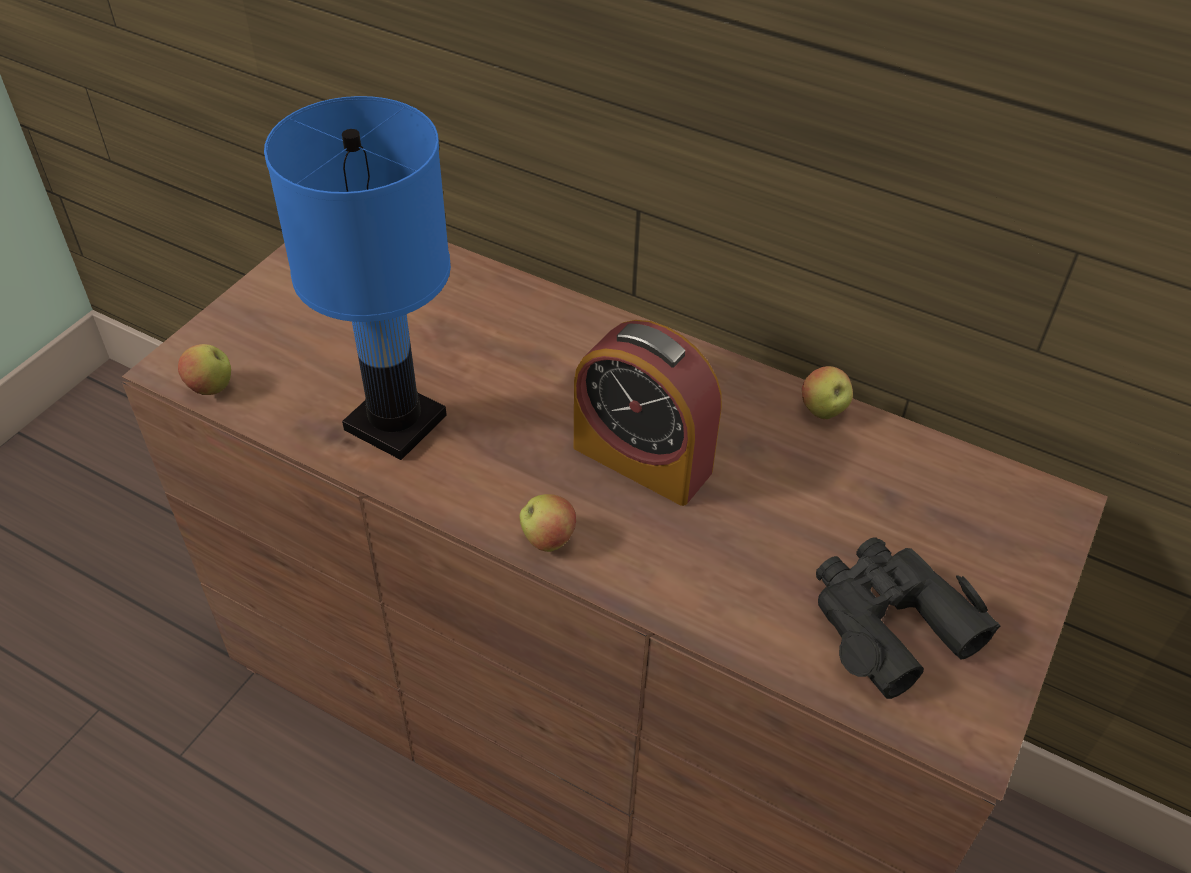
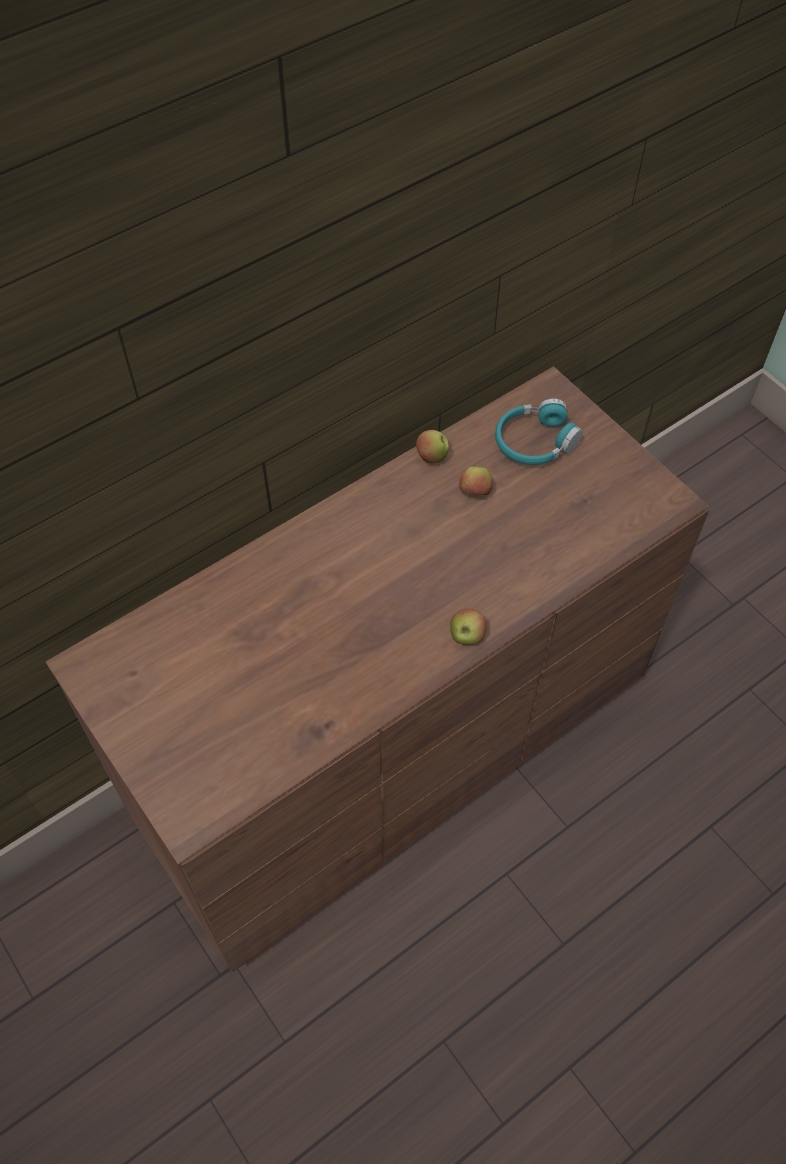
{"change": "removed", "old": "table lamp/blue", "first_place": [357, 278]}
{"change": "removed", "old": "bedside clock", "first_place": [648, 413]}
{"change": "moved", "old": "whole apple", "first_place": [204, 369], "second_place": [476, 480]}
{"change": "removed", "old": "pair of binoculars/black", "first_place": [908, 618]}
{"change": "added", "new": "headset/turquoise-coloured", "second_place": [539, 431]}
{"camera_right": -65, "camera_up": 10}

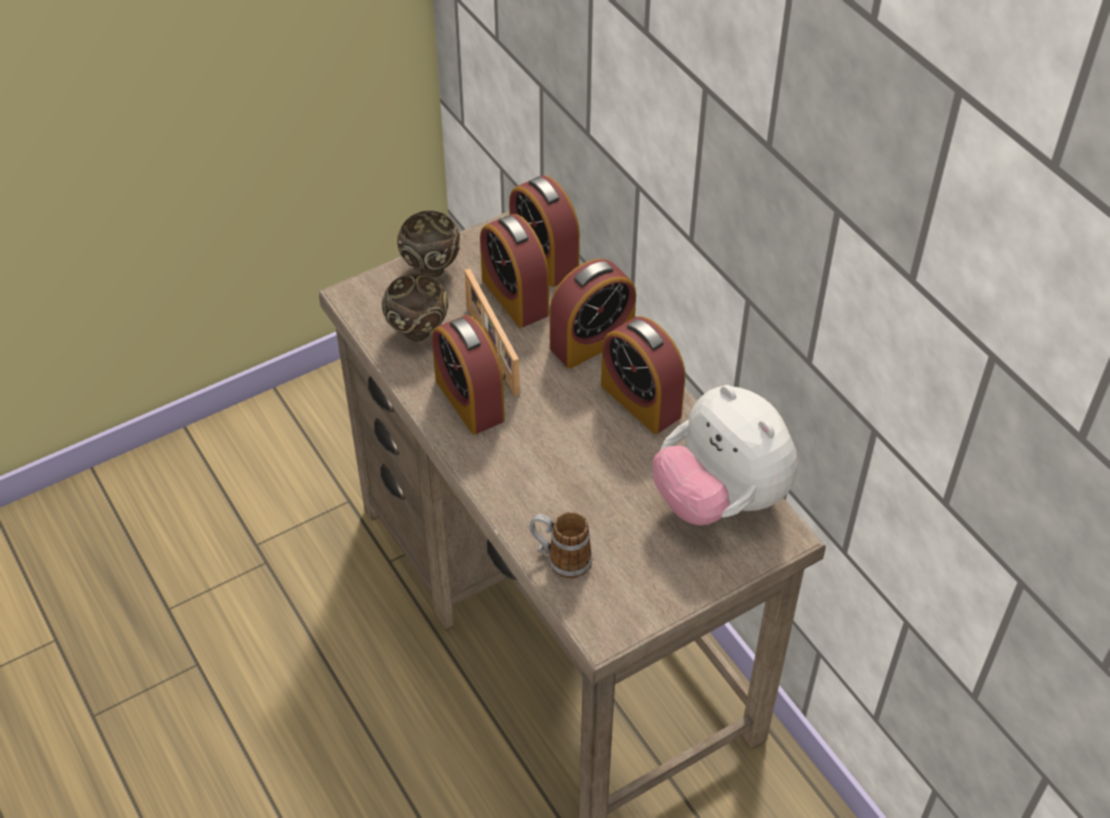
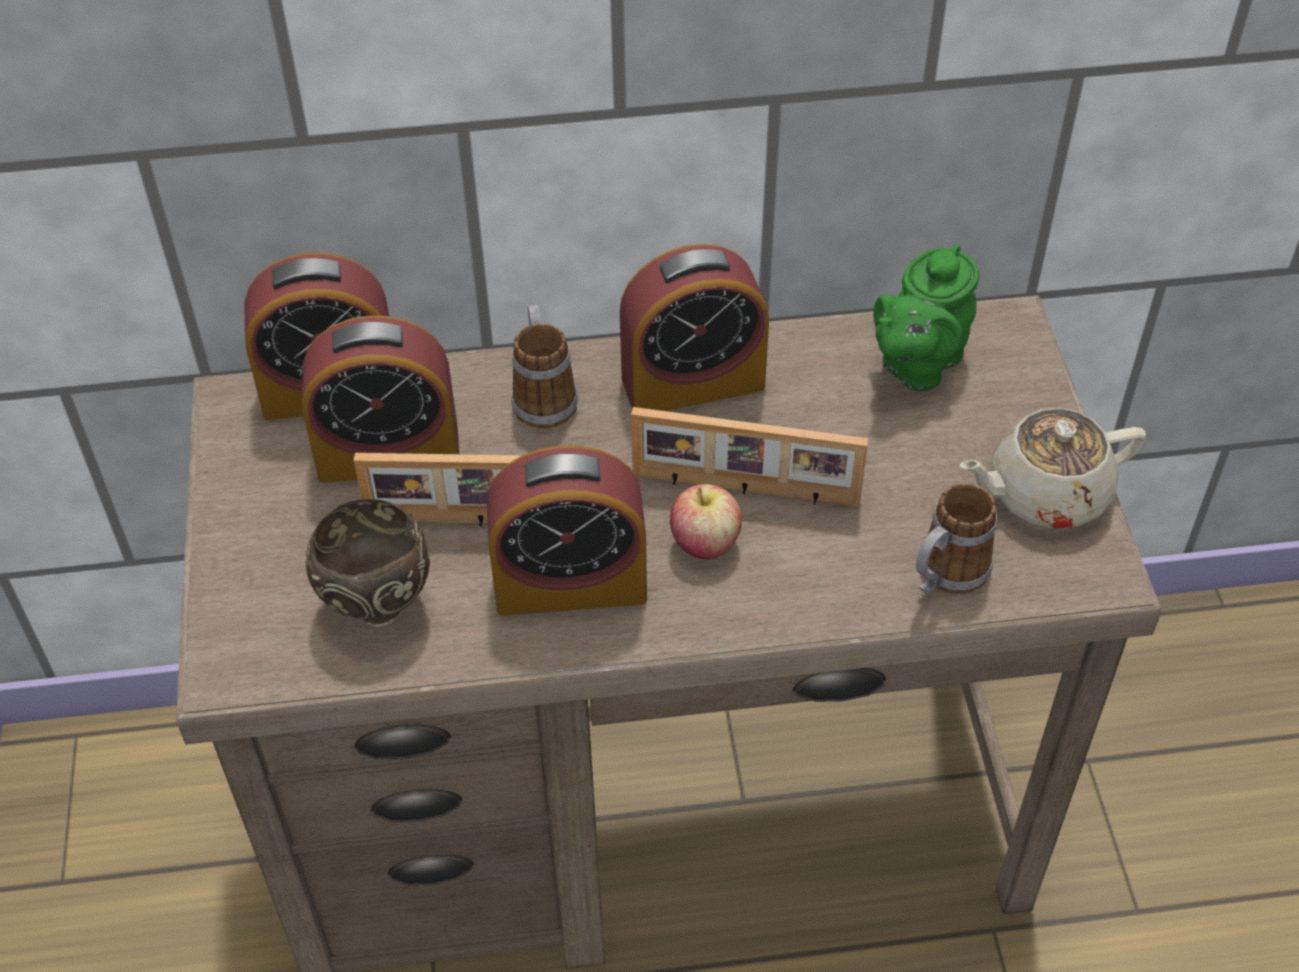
{"change": "removed", "old": "deep dish/brown-coloured", "first_place": [428, 244]}
{"change": "replaced", "old": "bedside clock", "new": "tea mug", "first_place": [593, 314], "second_place": [545, 367]}
{"change": "replaced", "old": "soft toy", "new": "teapot/green-coloured", "first_place": [725, 455], "second_place": [926, 317]}
{"change": "added", "new": "standing frame", "second_place": [749, 457]}
{"change": "added", "new": "teapot/beige-coloured", "second_place": [1053, 468]}
{"change": "added", "new": "whole apple", "second_place": [706, 522]}
{"camera_right": -65, "camera_up": 0}

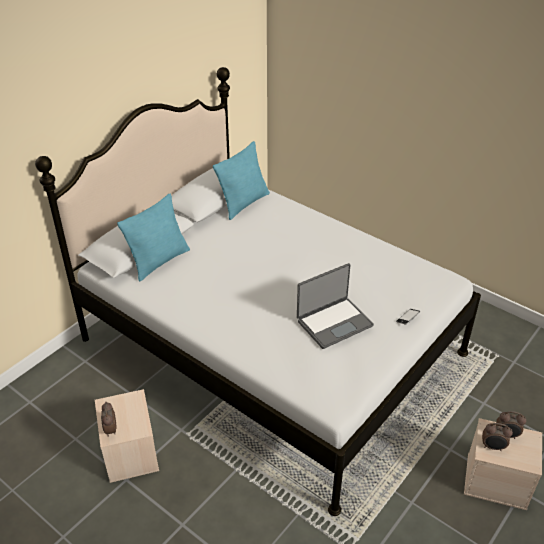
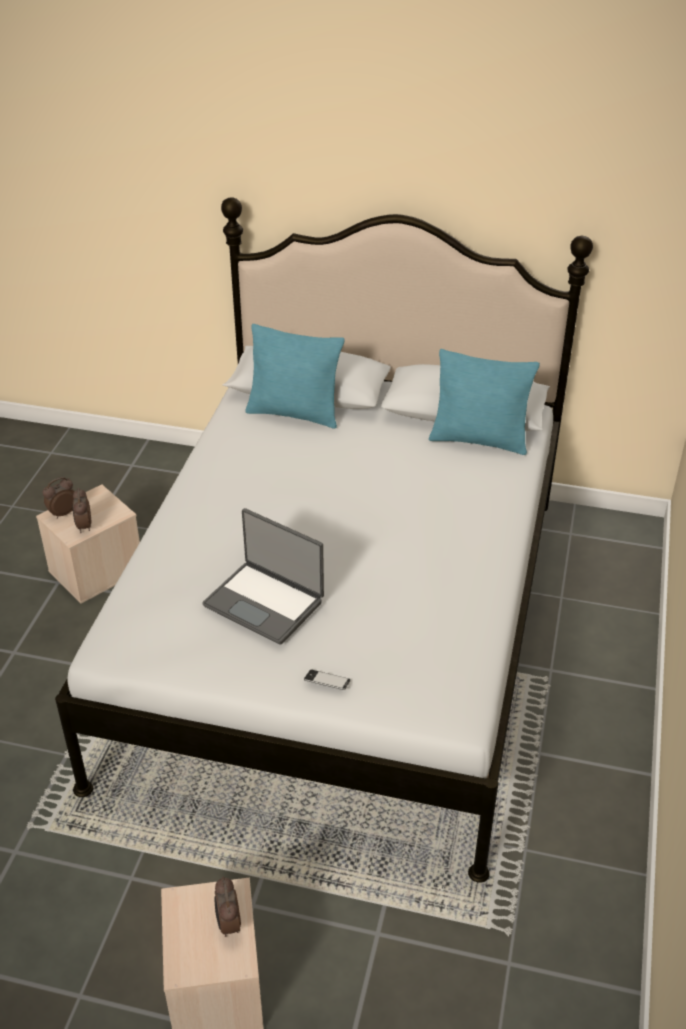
{"change": "moved", "old": "bedside clock", "first_place": [497, 437], "second_place": [82, 510]}
{"camera_right": 65, "camera_up": 0}

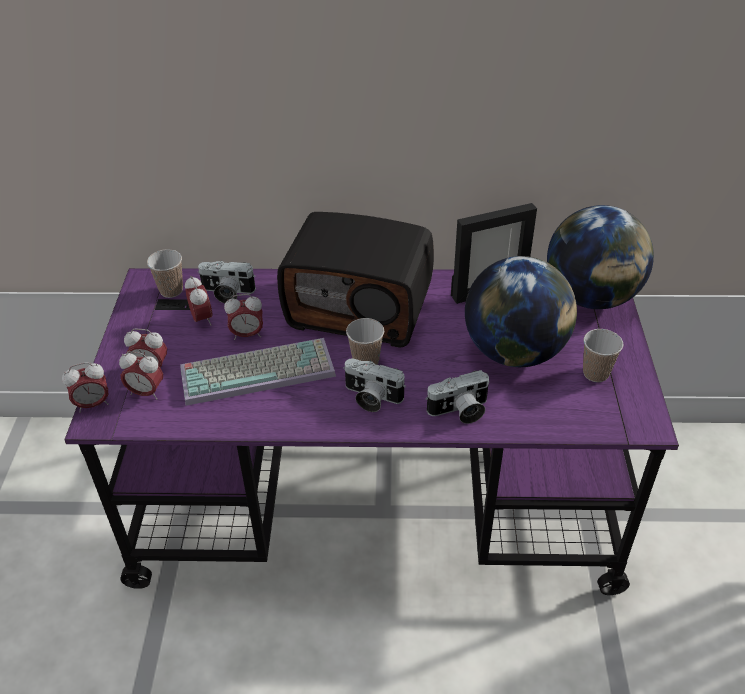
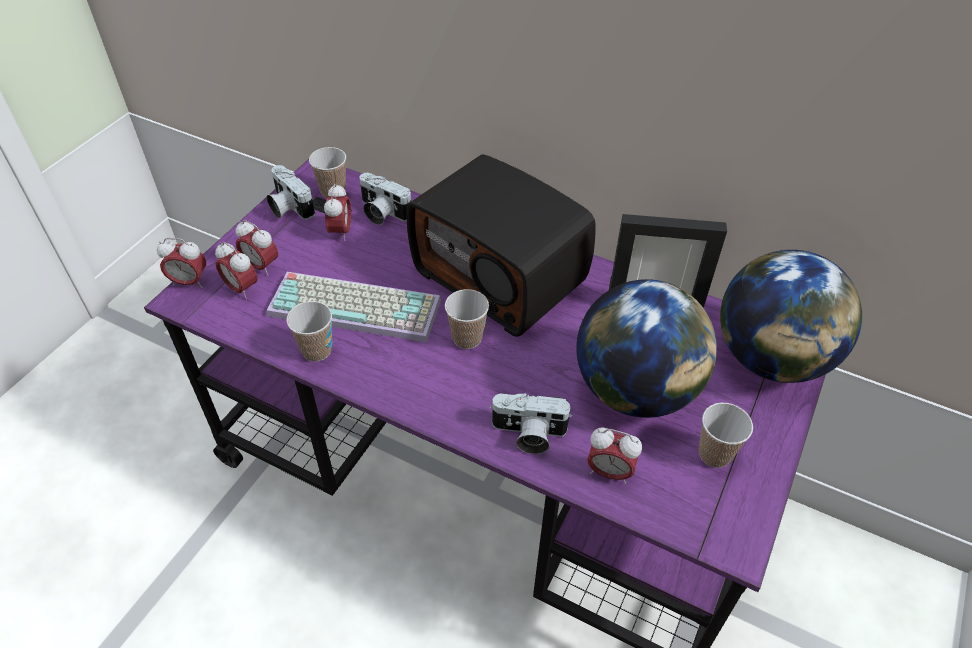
{"change": "moved", "old": "bedside clock", "first_place": [243, 317], "second_place": [614, 455]}
{"change": "moved", "old": "still camera", "first_place": [374, 385], "second_place": [291, 192]}
{"change": "added", "new": "cup", "second_place": [309, 331]}
{"camera_right": 25, "camera_up": 5}

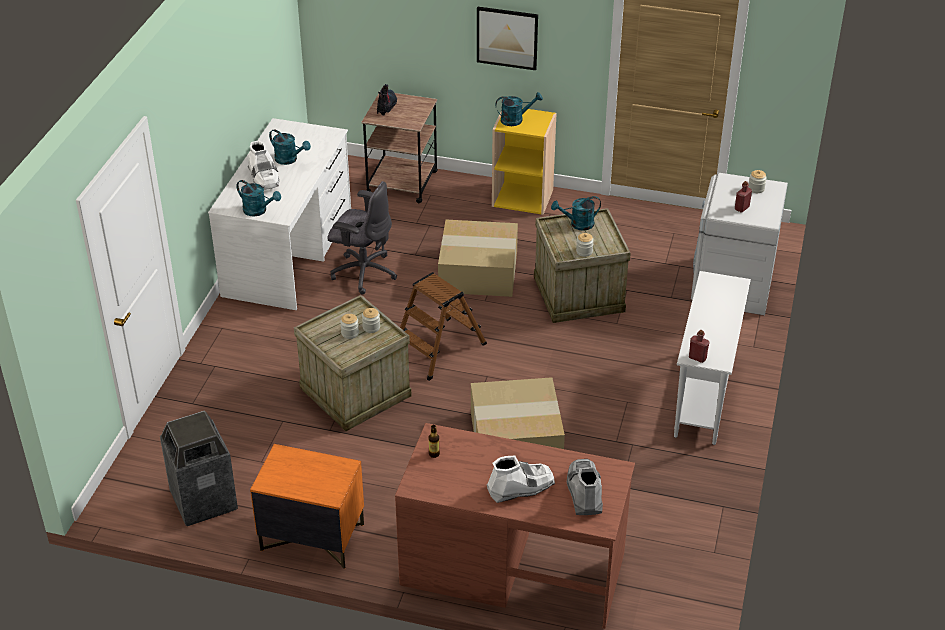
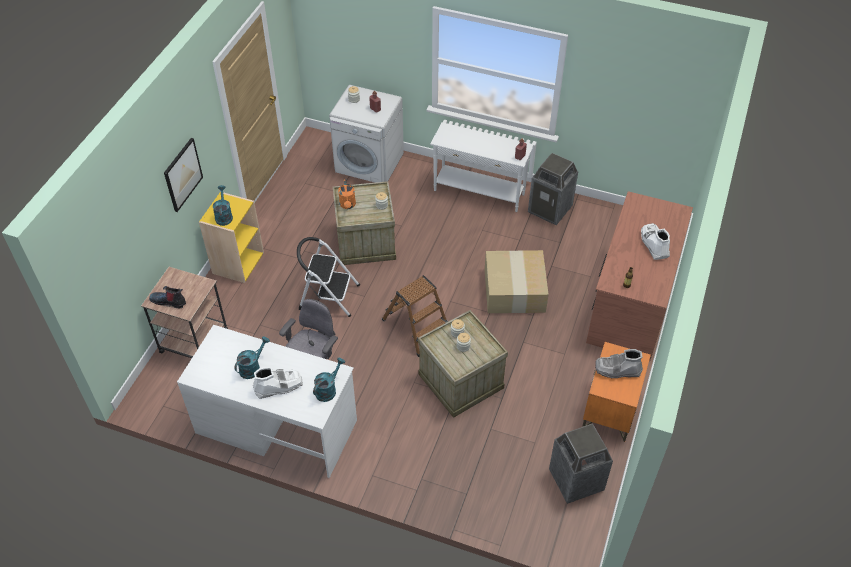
{"change": "recoloured", "old": "watering pot/turquoise-coloured", "new": "watering pot/orangey", "first_place": [576, 213], "second_place": [347, 194]}
{"change": "replaced", "old": "cardboard box", "new": "step stool", "first_place": [478, 258], "second_place": [328, 277]}
{"change": "moved", "old": "high-top boot/grey", "first_place": [585, 487], "second_place": [619, 363]}
{"change": "added", "new": "trash can", "second_place": [553, 189]}
{"camera_right": -85, "camera_up": 10}

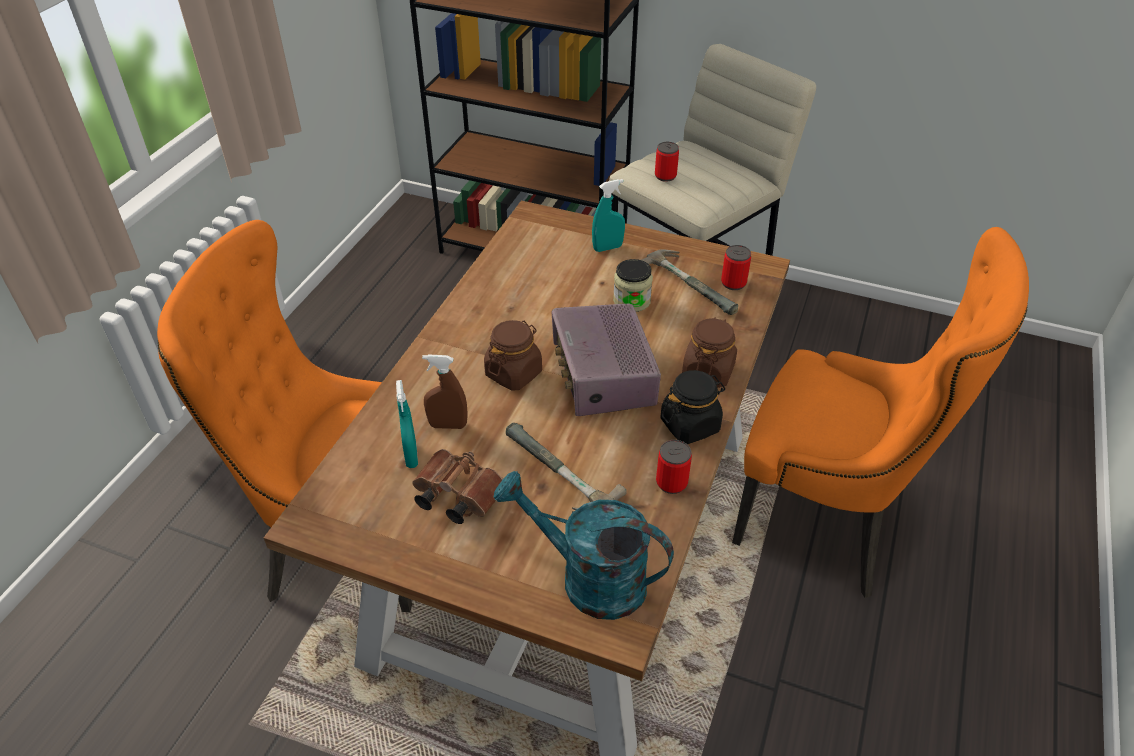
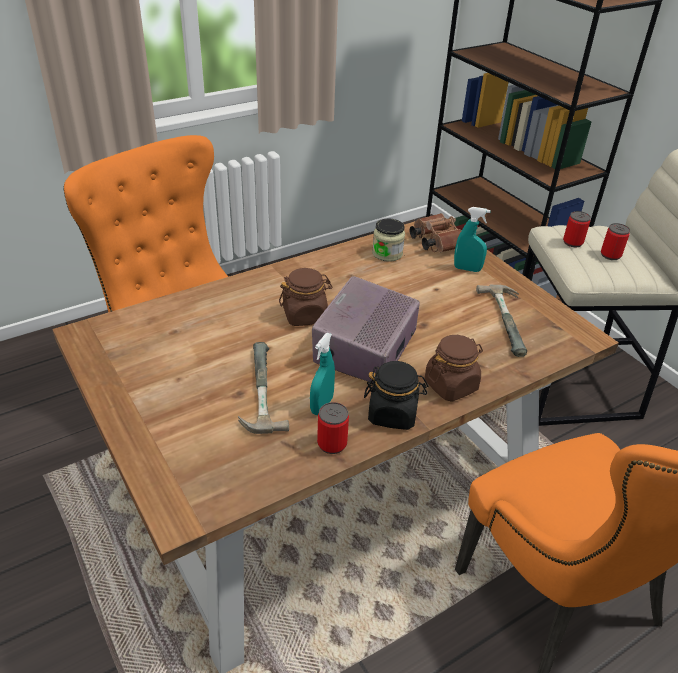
{"change": "moved", "old": "metal can", "first_place": [736, 267], "second_place": [615, 241]}
{"change": "moved", "old": "jar", "first_place": [633, 285], "second_place": [388, 240]}
{"change": "removed", "old": "spray bottle/brown-coloured", "first_place": [445, 391]}
{"change": "moved", "old": "spray bottle/turquoise-coloured", "first_place": [407, 424], "second_place": [322, 374]}
{"change": "moved", "old": "pair of binoculars/brown-coloured", "first_place": [458, 486], "second_place": [436, 232]}
{"change": "removed", "old": "watering pot/turquoise-coloured", "first_place": [583, 545]}
{"camera_right": 35, "camera_up": -5}

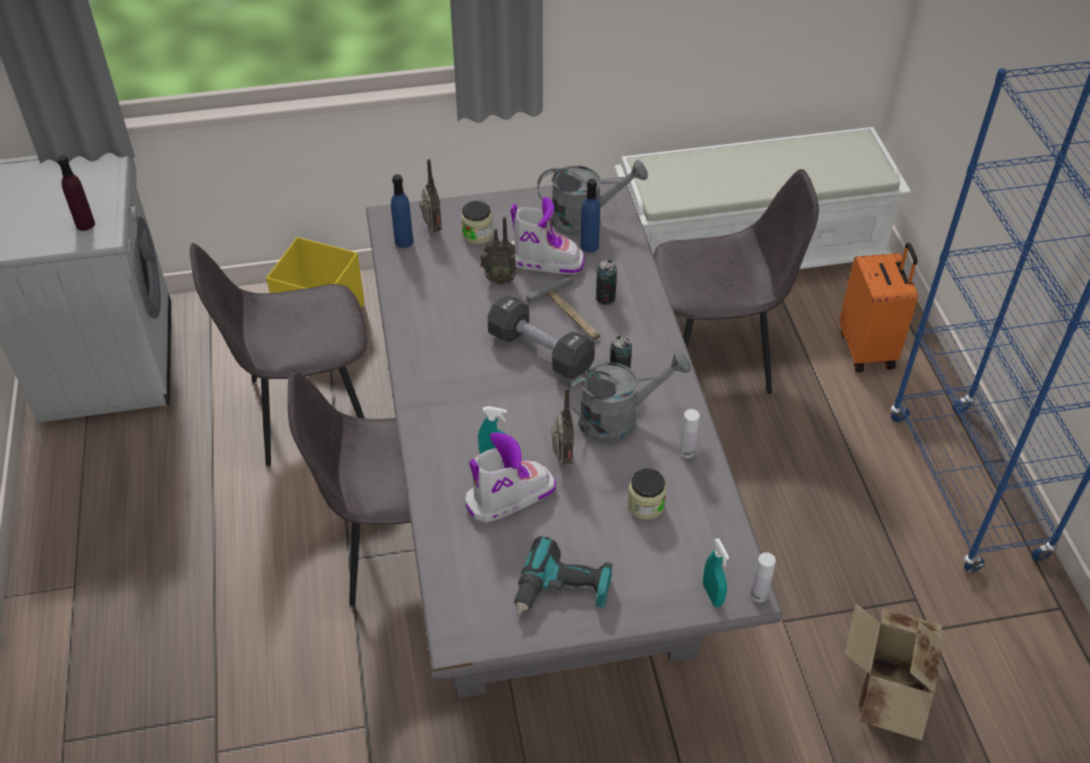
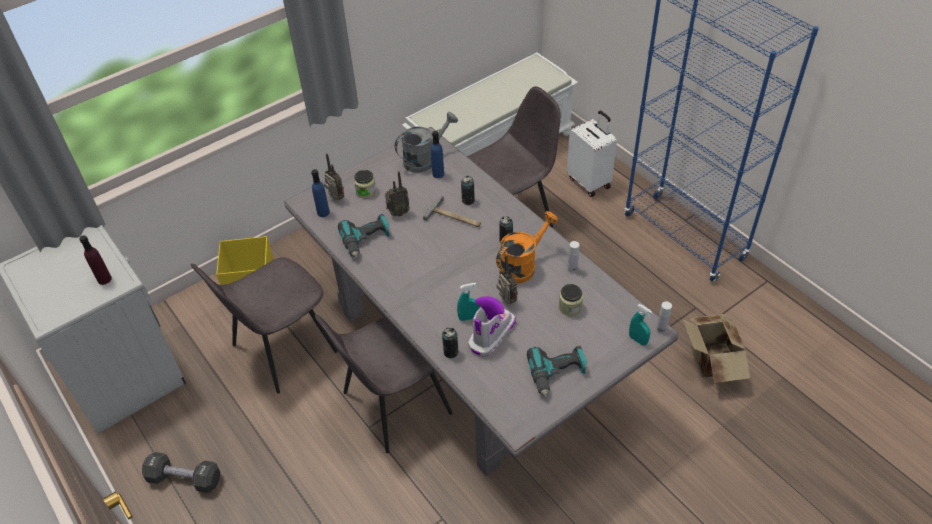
{"change": "removed", "old": "high-top boot", "first_place": [547, 235]}
{"change": "recoloured", "old": "suitcase/orangey", "new": "suitcase/white", "first_place": [879, 307], "second_place": [592, 153]}
{"change": "moved", "old": "dumbbell/black", "first_place": [541, 337], "second_place": [181, 472]}
{"change": "recoloured", "old": "watering pot/grey", "new": "watering pot/orangey", "first_place": [629, 397], "second_place": [527, 247]}
{"change": "added", "new": "drill", "second_place": [364, 236]}
{"change": "added", "new": "metal can", "second_place": [450, 342]}
{"camera_right": -25, "camera_up": 0}

